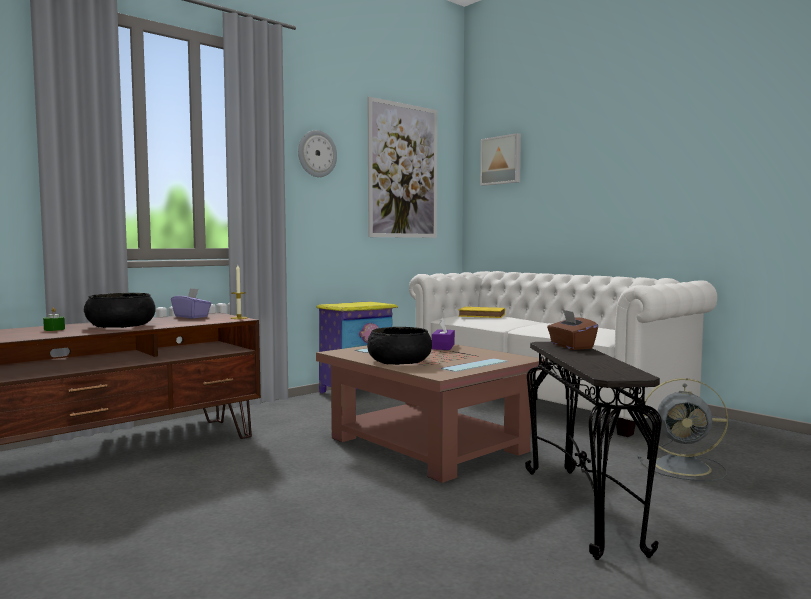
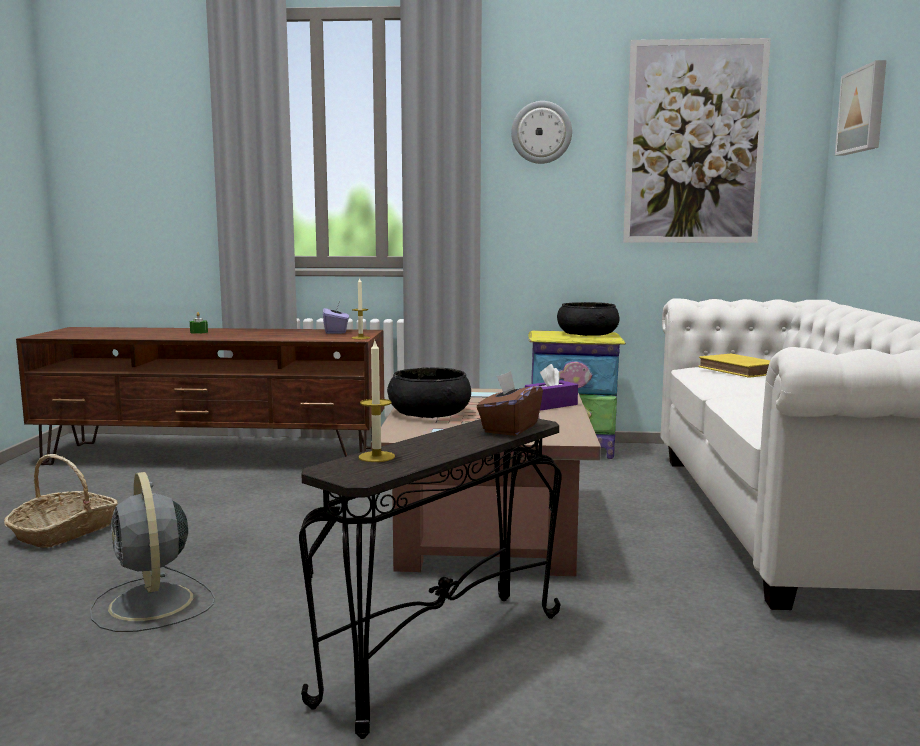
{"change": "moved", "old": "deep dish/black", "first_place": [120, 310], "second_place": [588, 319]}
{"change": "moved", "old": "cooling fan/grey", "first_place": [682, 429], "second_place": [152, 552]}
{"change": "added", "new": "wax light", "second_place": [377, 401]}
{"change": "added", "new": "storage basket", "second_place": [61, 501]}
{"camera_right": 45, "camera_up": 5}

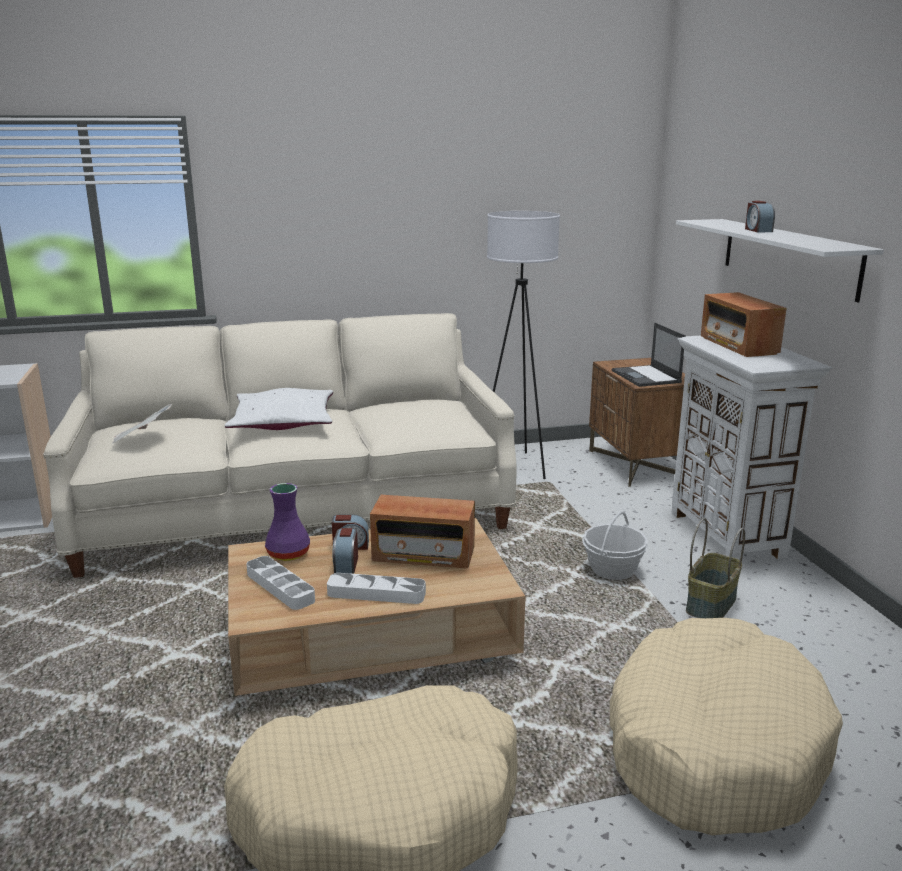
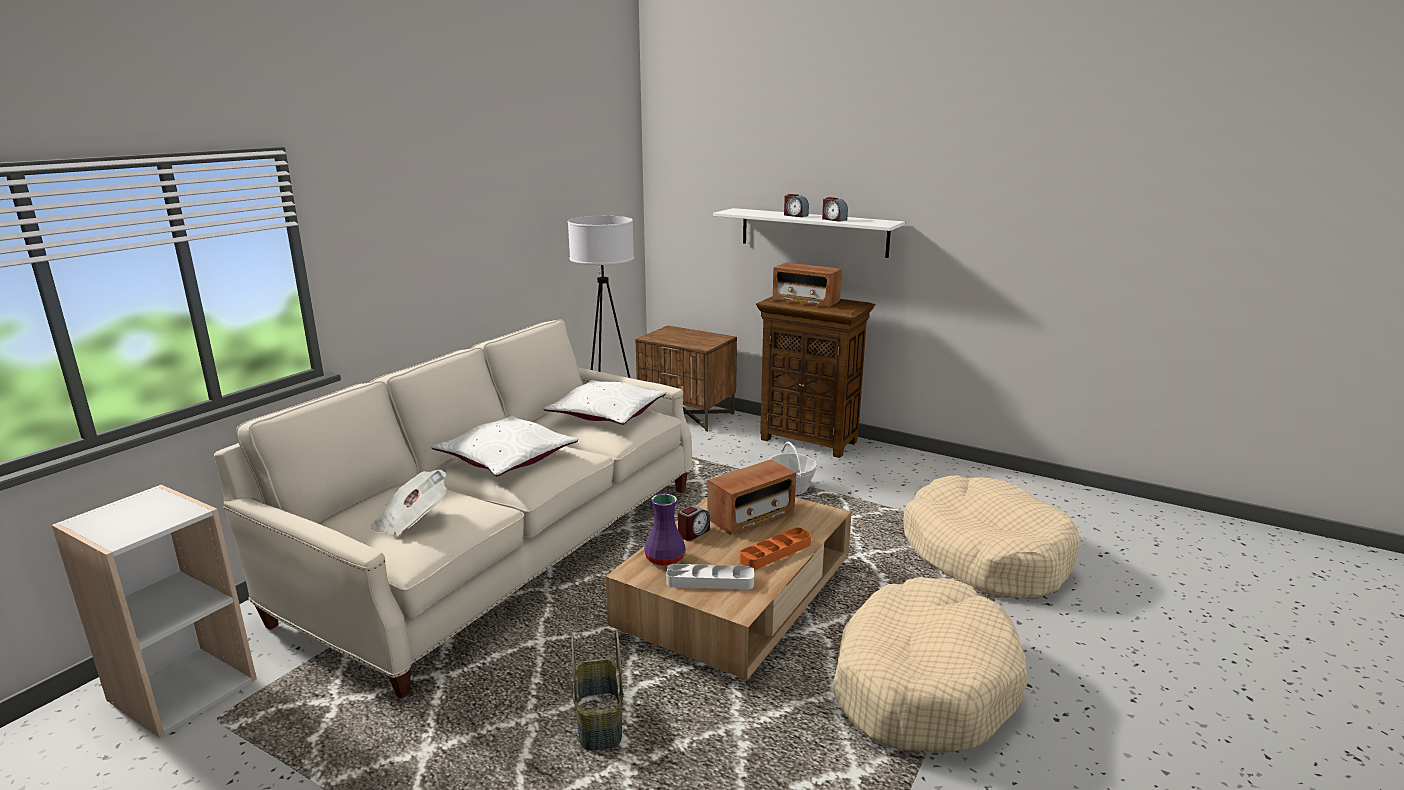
{"change": "removed", "old": "laptop", "first_place": [649, 355]}
{"change": "recoloured", "old": "cabinet/white", "new": "cabinet/brown-coloured", "first_place": [752, 447], "second_place": [816, 377]}
{"change": "moved", "old": "storage basket", "first_place": [715, 568], "second_place": [597, 690]}
{"change": "moved", "old": "bedside clock", "first_place": [345, 550], "second_place": [835, 209]}
{"change": "recoloured", "old": "carrying tray/white", "new": "carrying tray/orangey", "first_place": [376, 588], "second_place": [775, 549]}
{"change": "added", "new": "pillow/white", "second_place": [605, 402]}
{"camera_right": -45, "camera_up": 0}

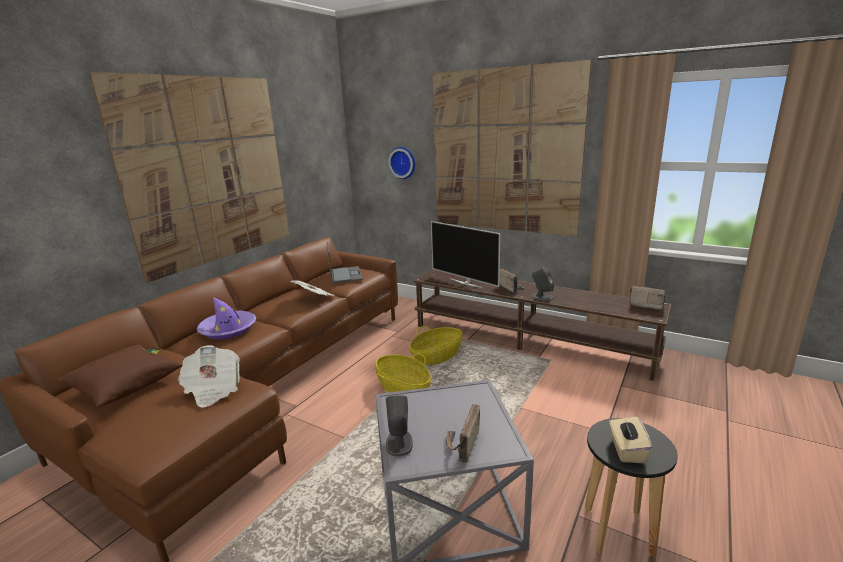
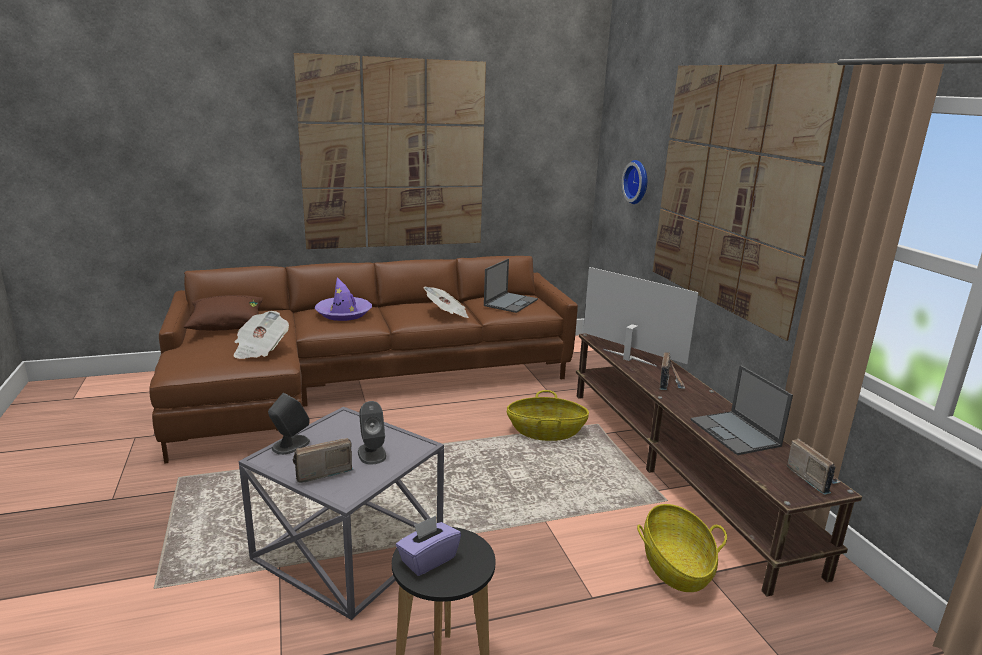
{"change": "turned", "old": "TV set", "first_place": [465, 254], "second_place": [641, 317], "degrees": 135}
{"change": "moved", "old": "loudspeaker/grey", "first_place": [543, 284], "second_place": [372, 432]}
{"change": "moved", "old": "storage basket", "first_place": [403, 373], "second_place": [682, 548]}
{"change": "recoloured", "old": "tissue box/beige-coloured", "new": "tissue box/purplish", "first_place": [630, 439], "second_place": [428, 546]}
{"change": "added", "new": "laptop", "second_place": [742, 410]}
{"camera_right": 40, "camera_up": 0}

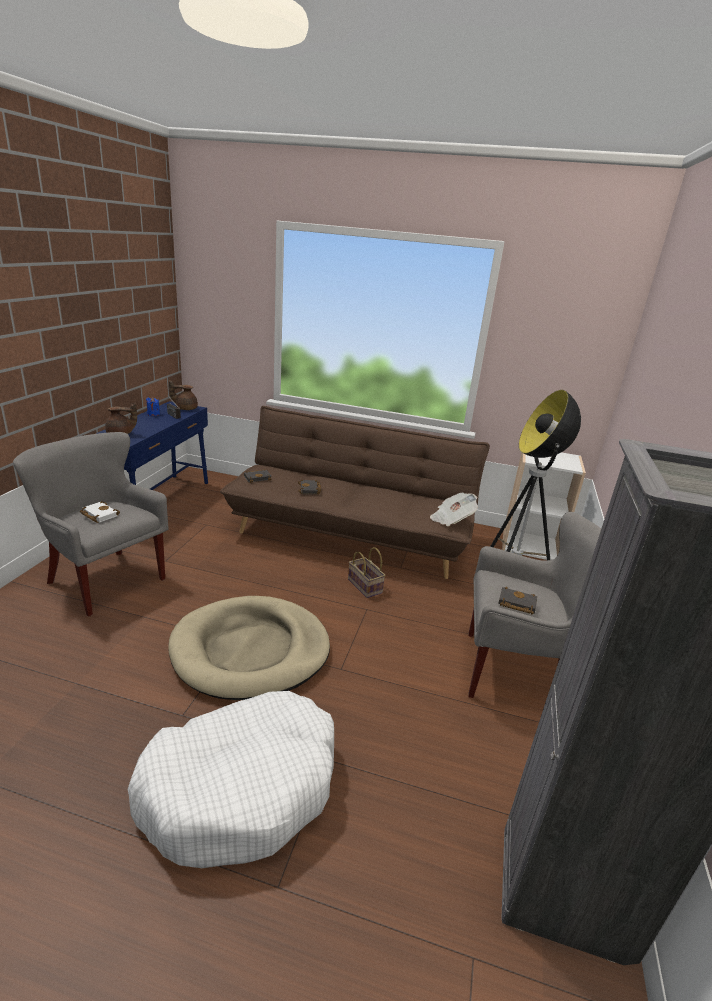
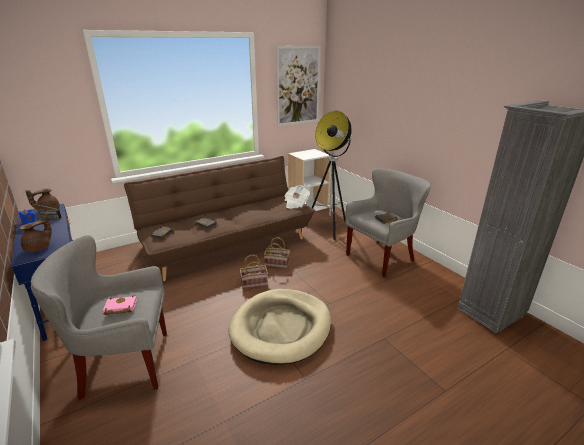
{"change": "recoloured", "old": "volume/white", "new": "volume/pink", "first_place": [100, 512], "second_place": [120, 305]}
{"change": "removed", "old": "dog cushion/white", "first_place": [230, 779]}
{"change": "added", "new": "picture", "second_place": [298, 86]}
{"change": "added", "new": "storage basket", "second_place": [254, 272]}
{"camera_right": -45, "camera_up": 0}

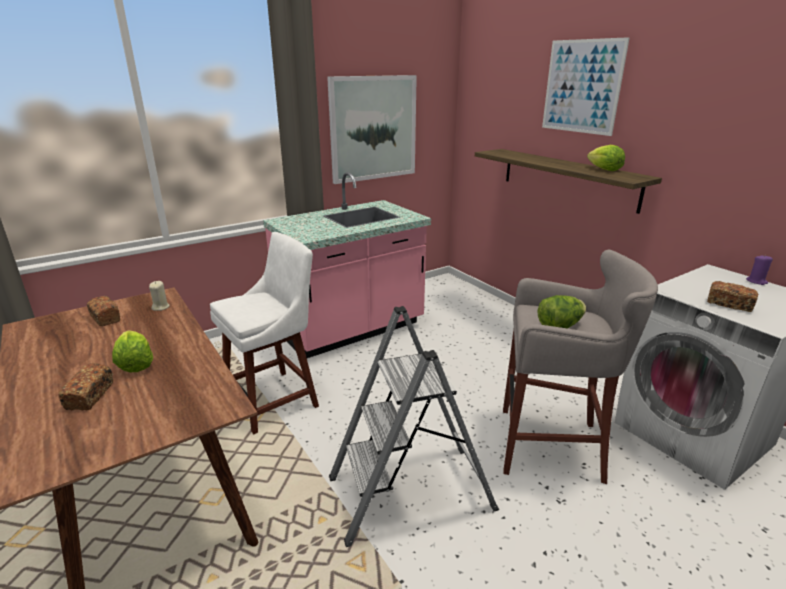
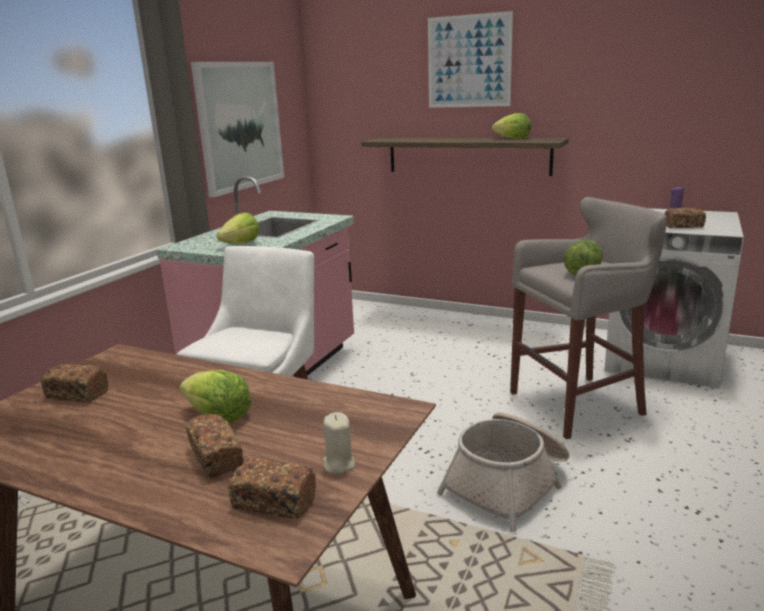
{"change": "moved", "old": "wax light/beige-coloured", "first_place": [159, 296], "second_place": [339, 443]}
{"change": "replaced", "old": "step stool/grey", "new": "storage basket", "first_place": [414, 426], "second_place": [503, 472]}
{"change": "added", "new": "head of lettuce", "second_place": [237, 228]}
{"change": "added", "new": "baked bread", "second_place": [272, 489]}
{"camera_right": -30, "camera_up": -5}

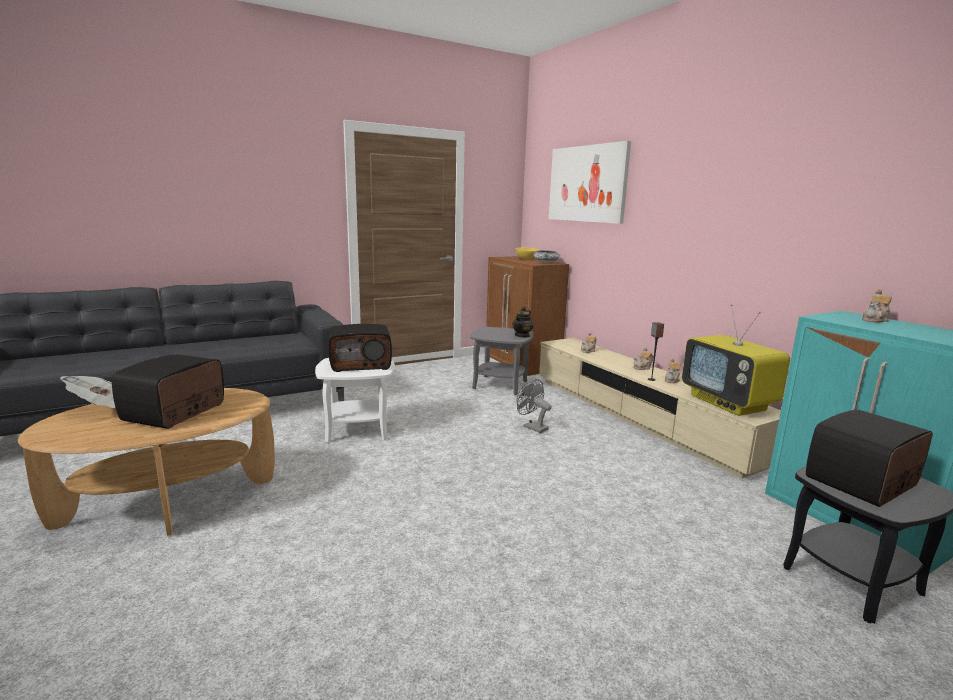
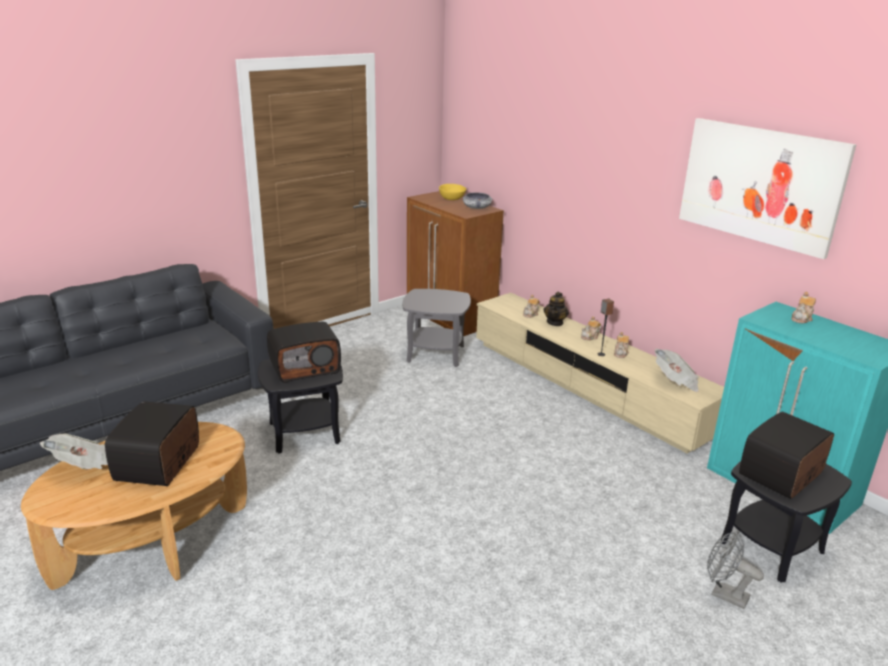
{"change": "moved", "old": "picture", "first_place": [590, 182], "second_place": [768, 188]}
{"change": "replaced", "old": "TV set", "new": "printed paper", "first_place": [736, 360], "second_place": [677, 370]}
{"change": "moved", "old": "teapot", "first_place": [523, 322], "second_place": [556, 309]}
{"change": "recoloured", "old": "end table/white", "new": "end table/black", "first_place": [355, 400], "second_place": [300, 406]}
{"change": "moved", "old": "cooling fan/grey", "first_place": [534, 406], "second_place": [735, 570]}
{"camera_right": -10, "camera_up": 10}

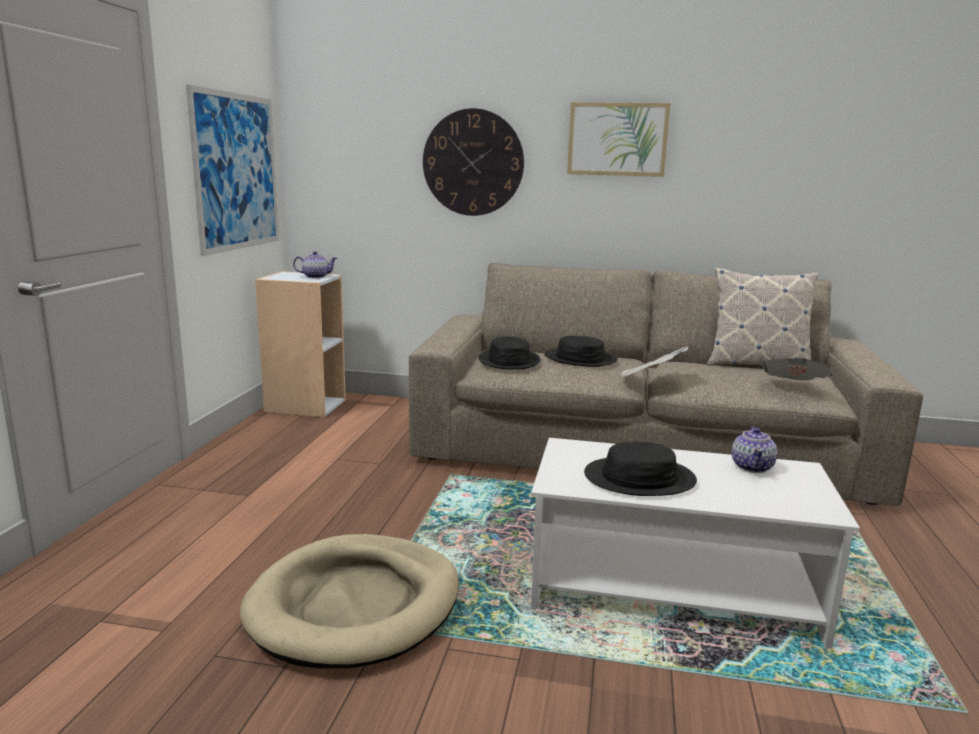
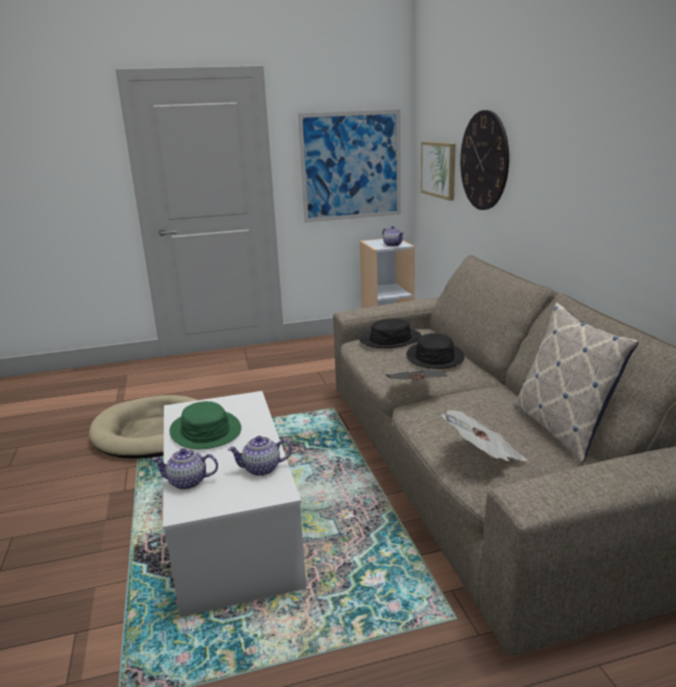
{"change": "moved", "old": "picture", "first_place": [618, 139], "second_place": [438, 171]}
{"change": "recoloured", "old": "hat/black", "new": "hat/green-coloured", "first_place": [640, 469], "second_place": [205, 425]}
{"change": "added", "new": "teapot", "second_place": [184, 469]}
{"camera_right": 65, "camera_up": 5}

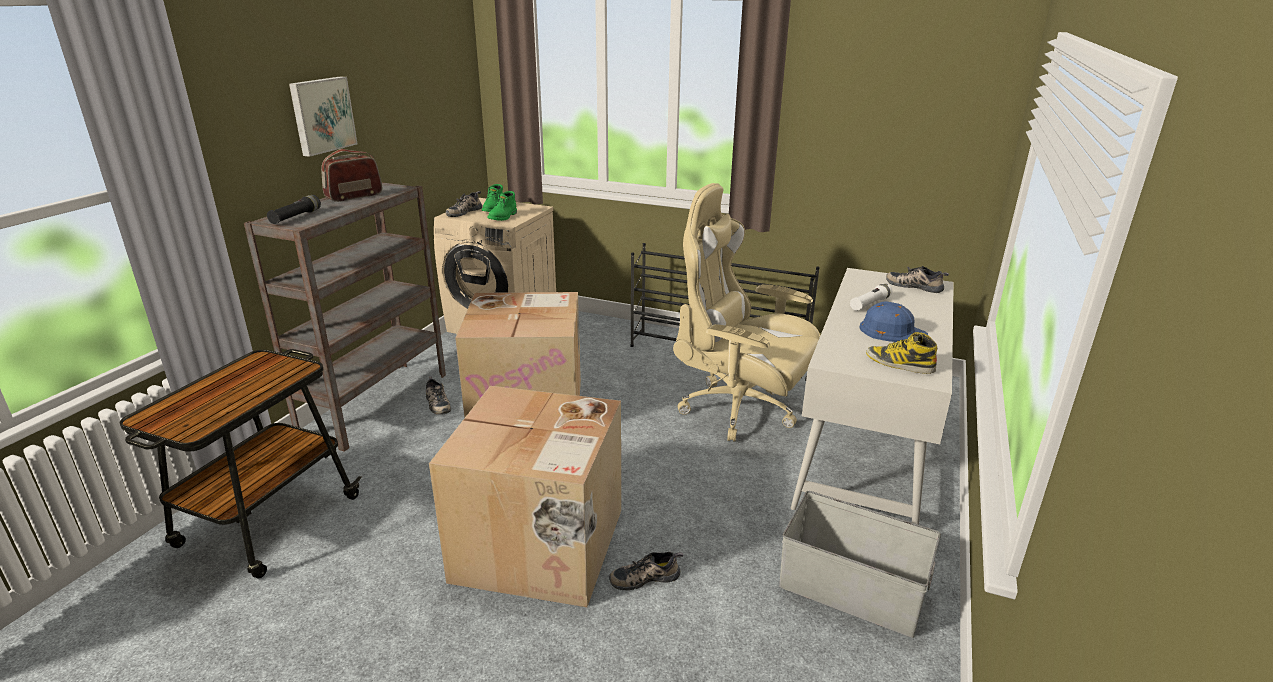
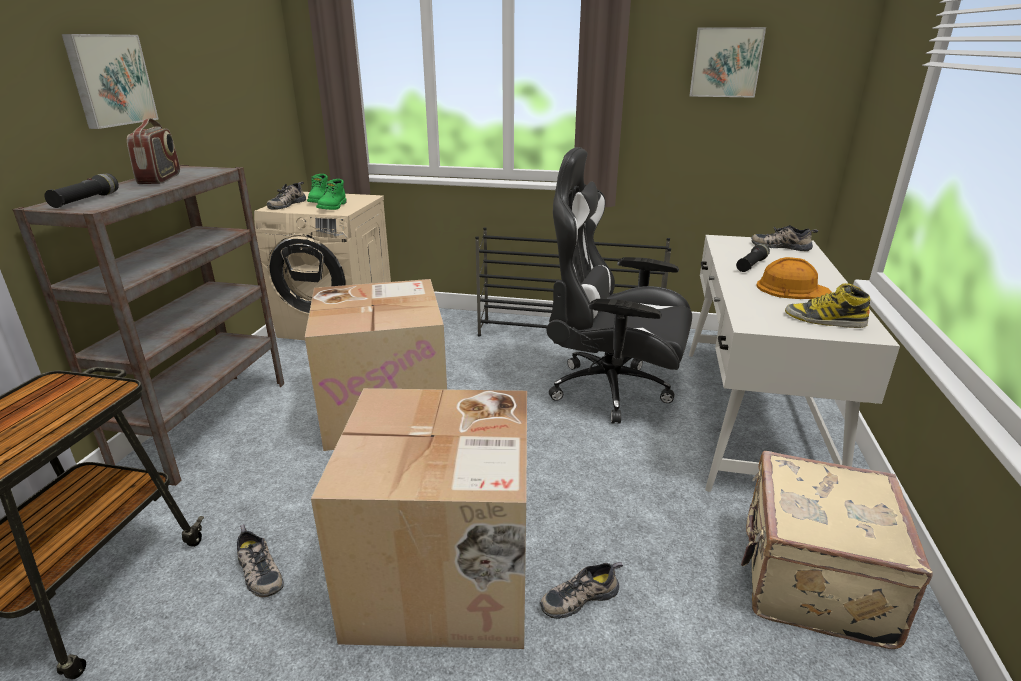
{"change": "turned", "old": "radio receiver", "first_place": [351, 175], "second_place": [153, 151], "degrees": 135}
{"change": "recoloured", "old": "desk chair/beige-coloured", "new": "desk chair/black", "first_place": [747, 312], "second_place": [619, 285]}
{"change": "recoloured", "old": "torch/white", "new": "torch/black", "first_place": [871, 297], "second_place": [753, 258]}
{"change": "recoloured", "old": "hard hat/blue", "new": "hard hat/orangey", "first_place": [893, 322], "second_place": [793, 278]}
{"change": "moved", "old": "low shoe", "first_place": [438, 395], "second_place": [260, 560]}
{"change": "replaced", "old": "storage bin/grey", "new": "suitcase/beige-coloured", "first_place": [860, 564], "second_place": [837, 550]}
{"change": "added", "new": "picture", "second_place": [727, 62]}
{"camera_right": -10, "camera_up": 0}

